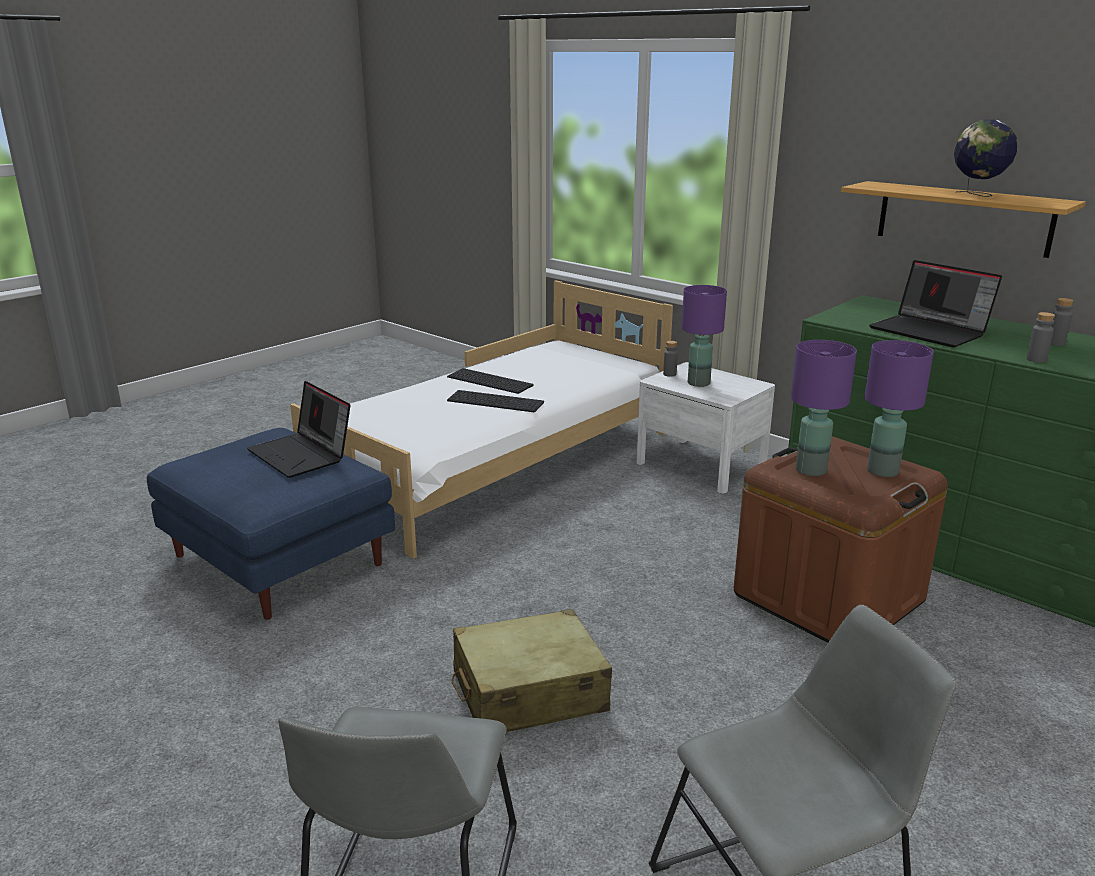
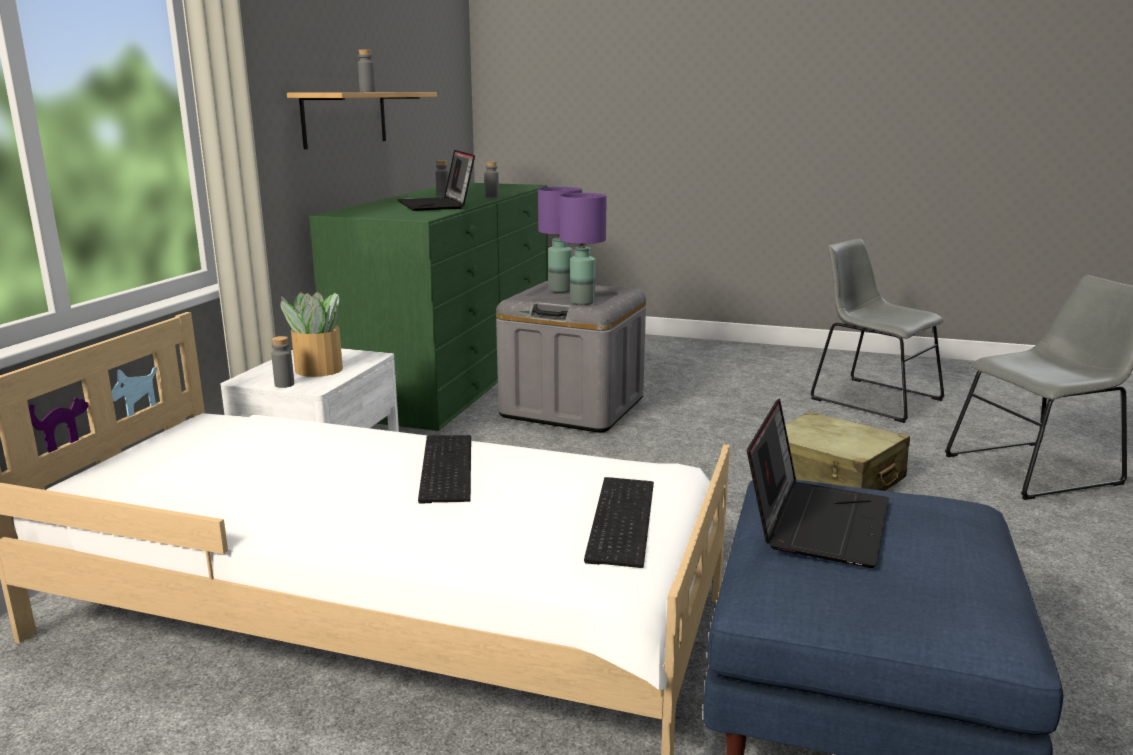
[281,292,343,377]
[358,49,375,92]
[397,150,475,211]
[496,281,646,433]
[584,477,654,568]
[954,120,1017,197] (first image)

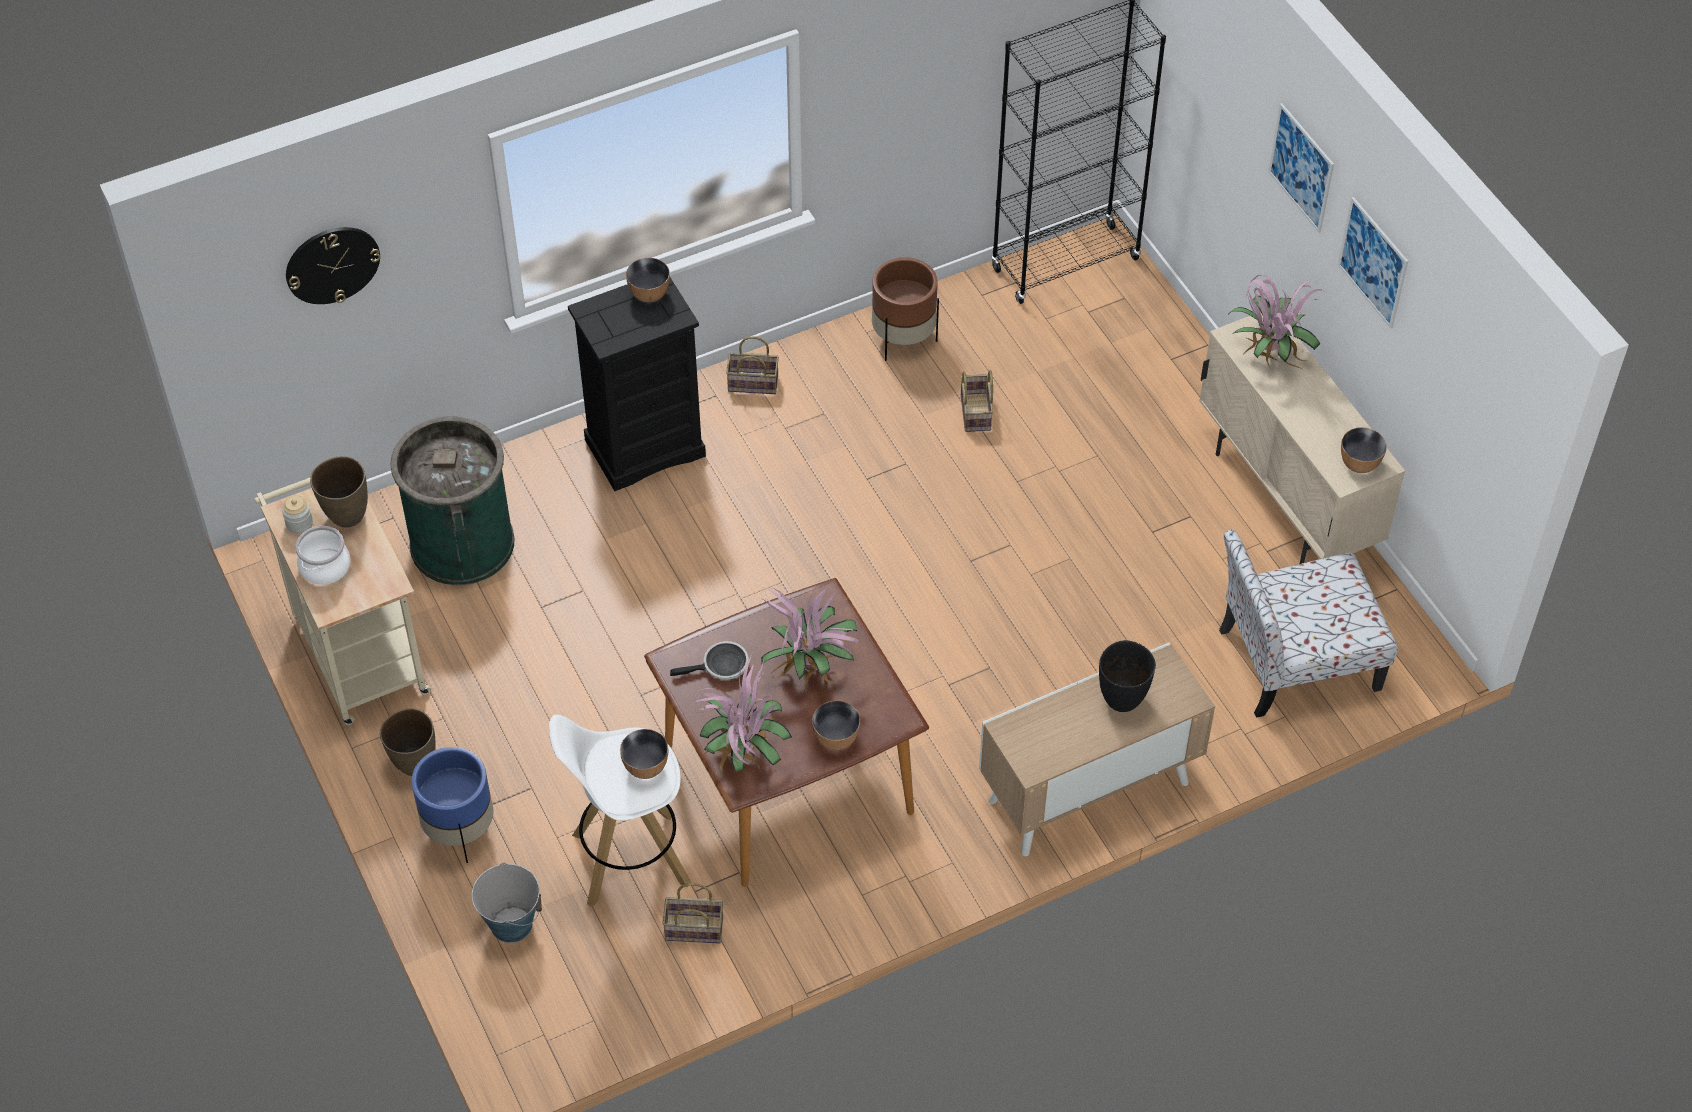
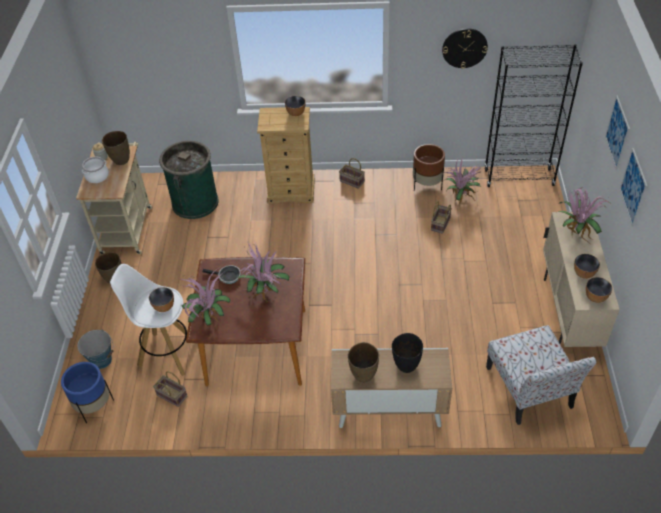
[61,362,114,423]
[257,107,315,204]
[348,342,379,382]
[442,28,488,69]
[444,157,481,209]
[486,325,596,425]
[574,254,600,279]

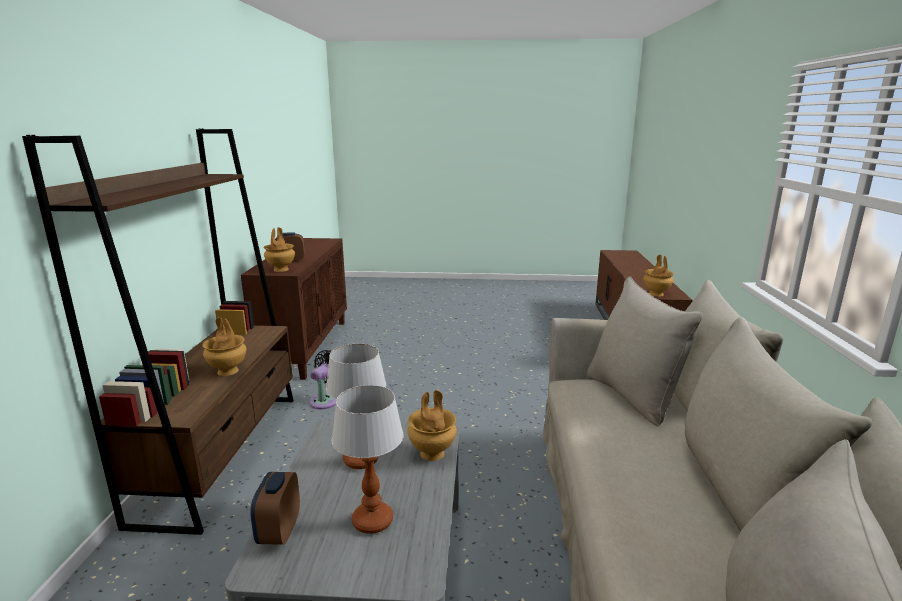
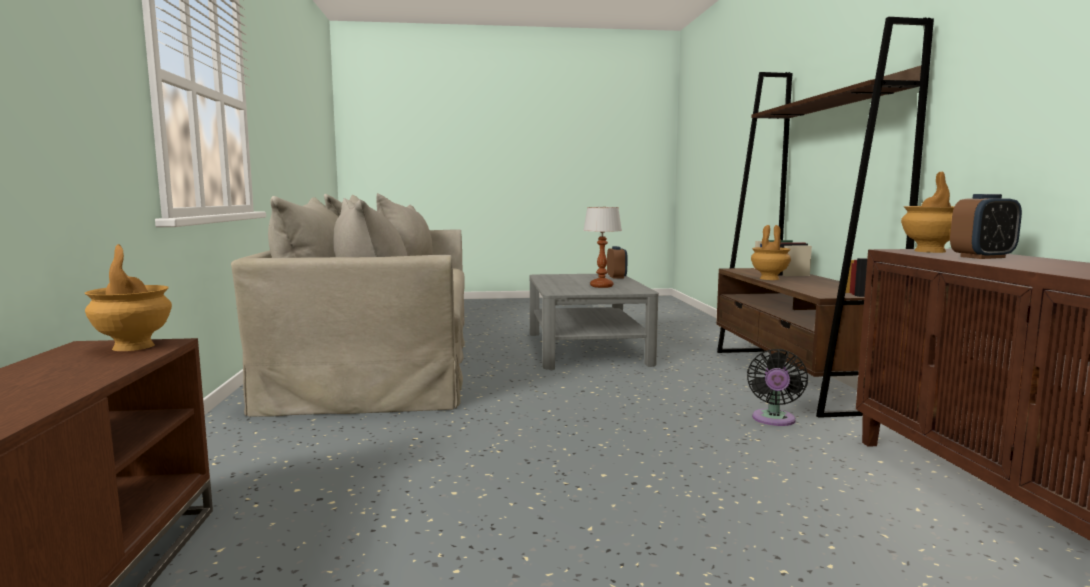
[332,385,403,534] (first image)
[407,390,457,461] (first image)

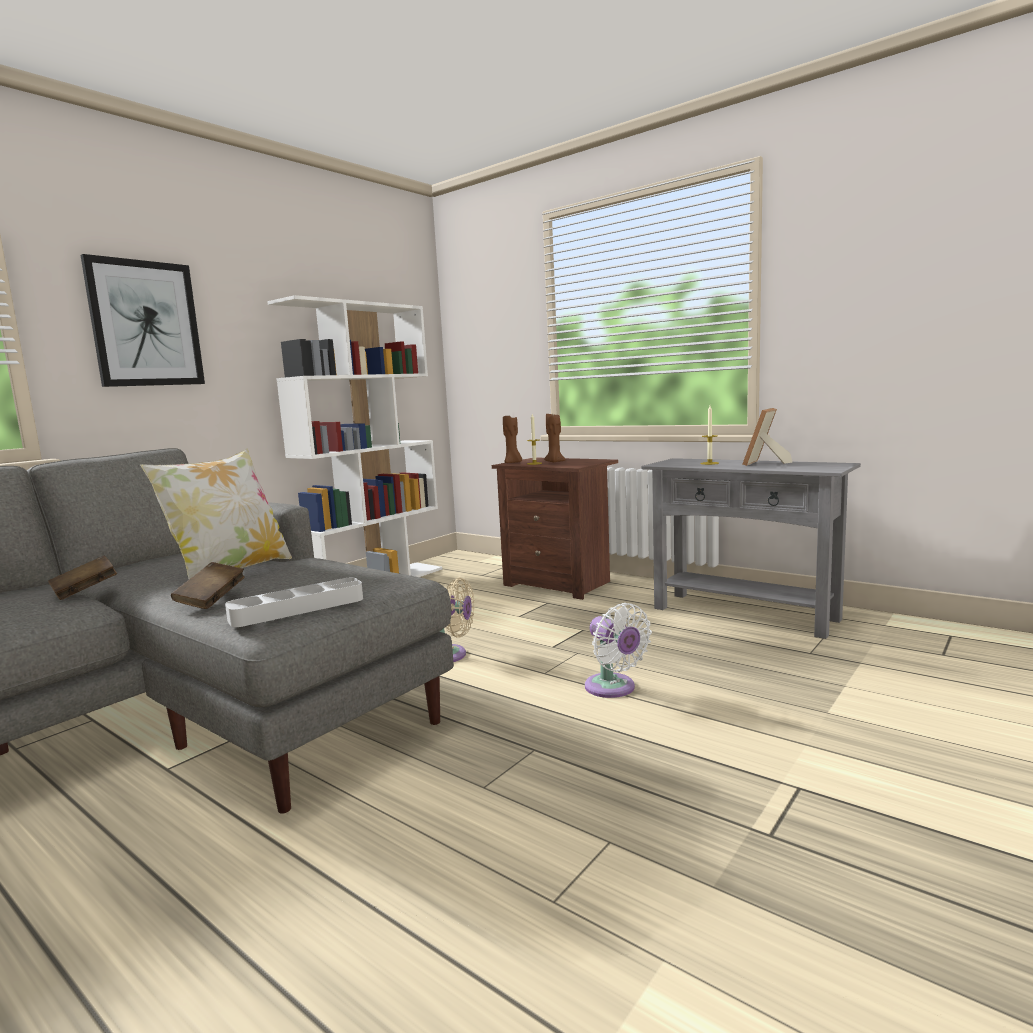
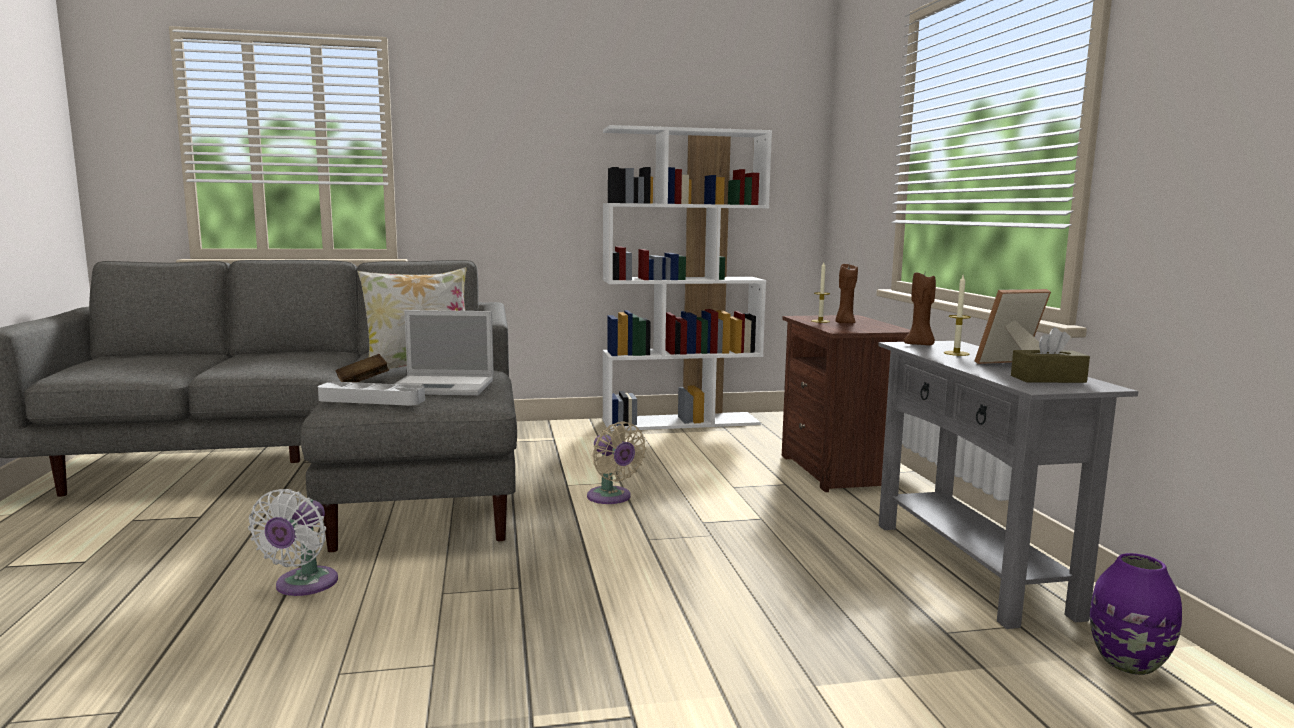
[248,489,338,596]
[395,310,494,395]
[904,272,936,345]
[1011,327,1090,383]
[1090,553,1182,675]
[48,556,117,600] (first image)
[80,254,205,387] (first image)

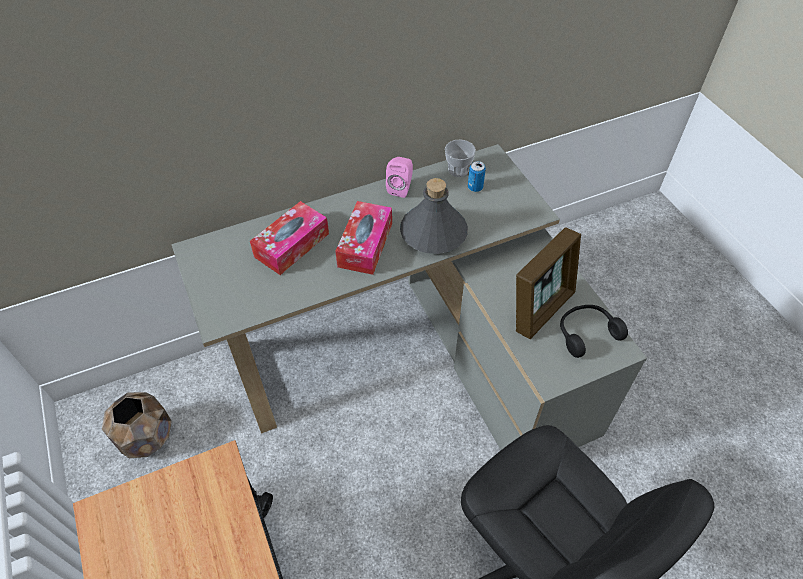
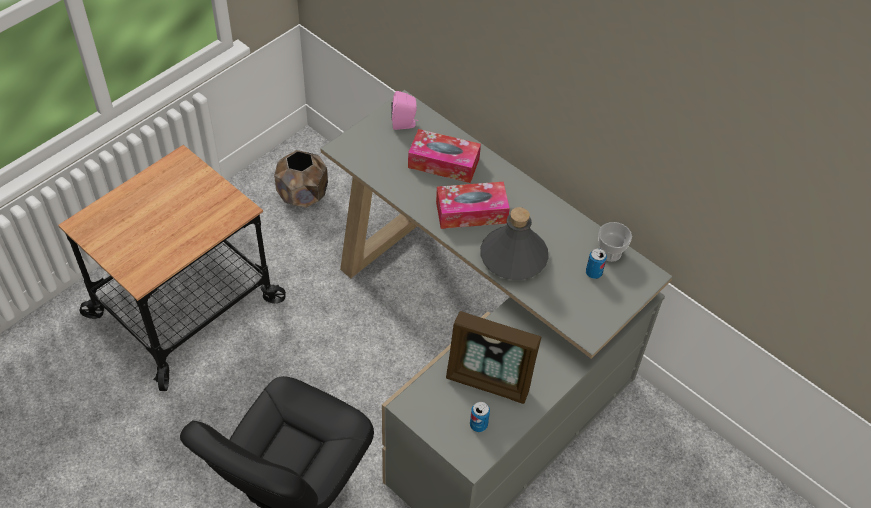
[391,91,418,130]
[470,402,490,432]

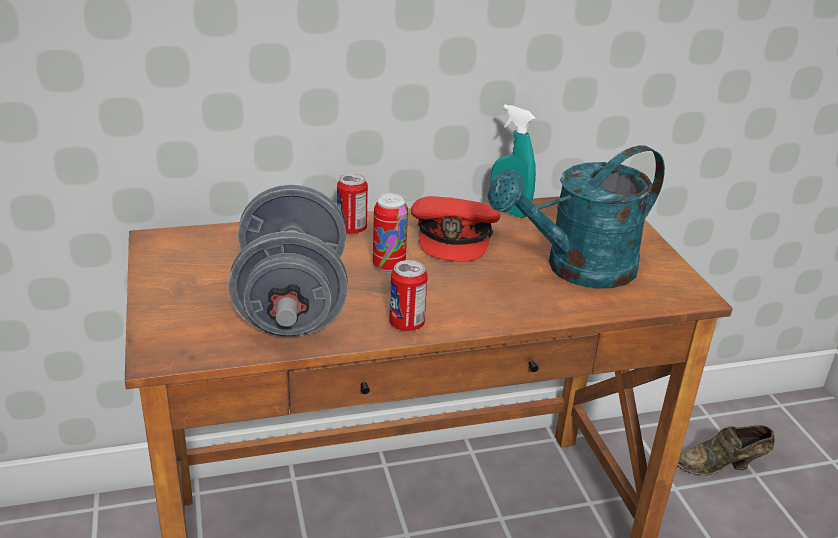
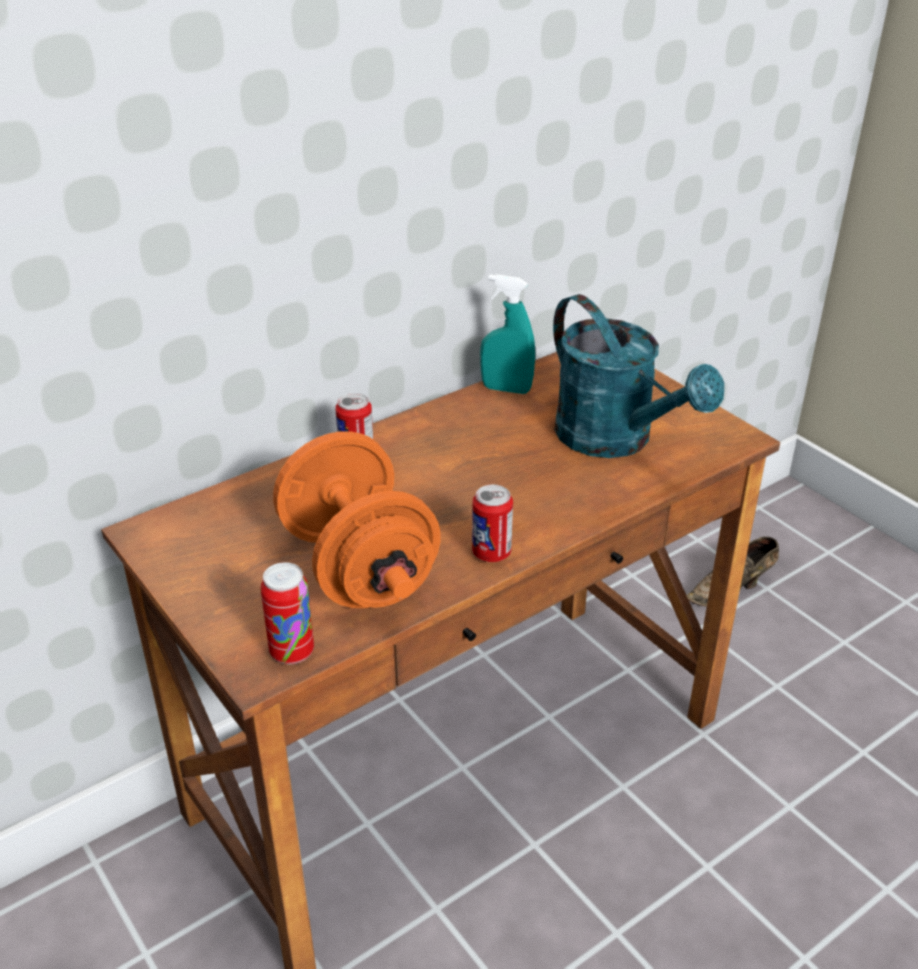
[261,562,314,664]
[273,431,441,608]
[553,294,724,458]
[411,196,500,262] (first image)

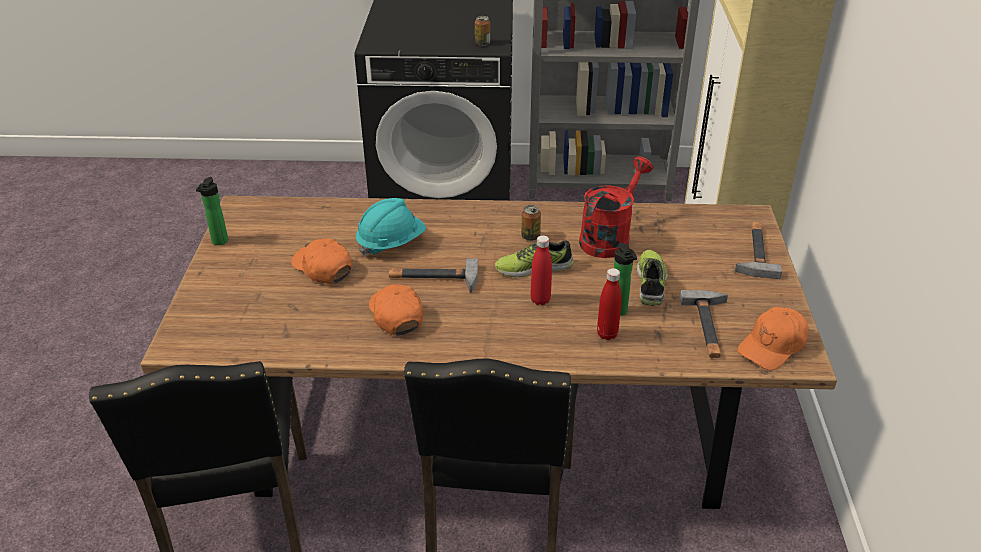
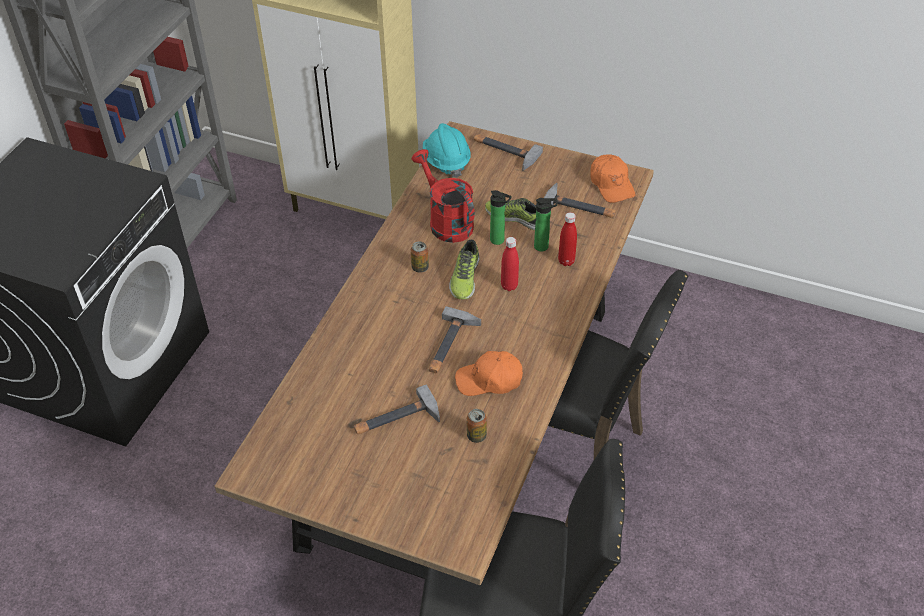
[354,385,440,435]
[423,123,471,178]
[467,409,487,443]
[490,190,512,245]

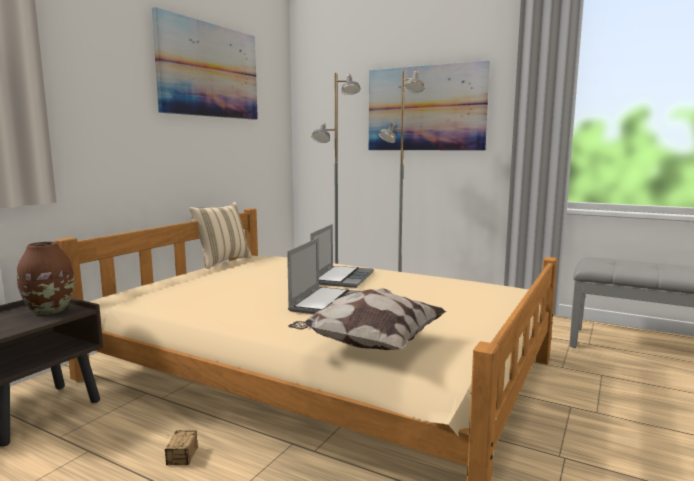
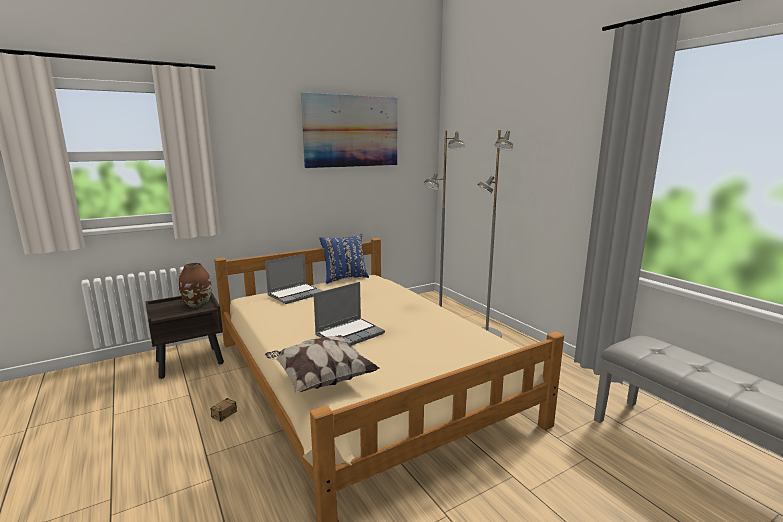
[265,254,322,304]
[319,233,369,284]
[369,60,490,151] (first image)

